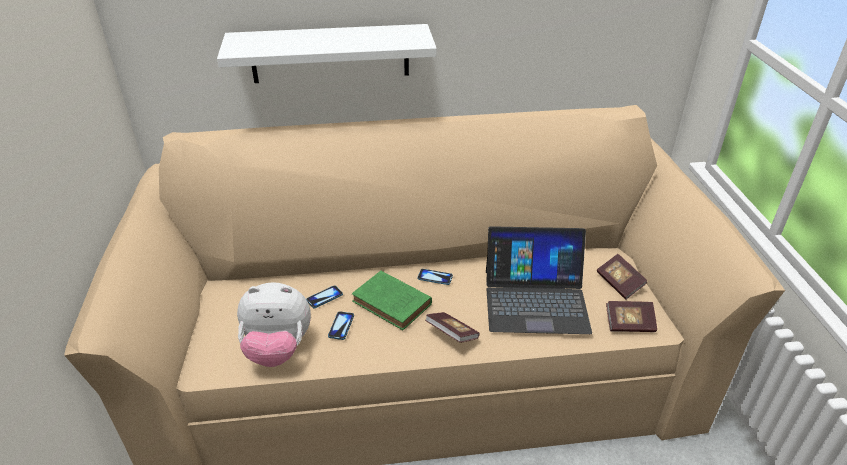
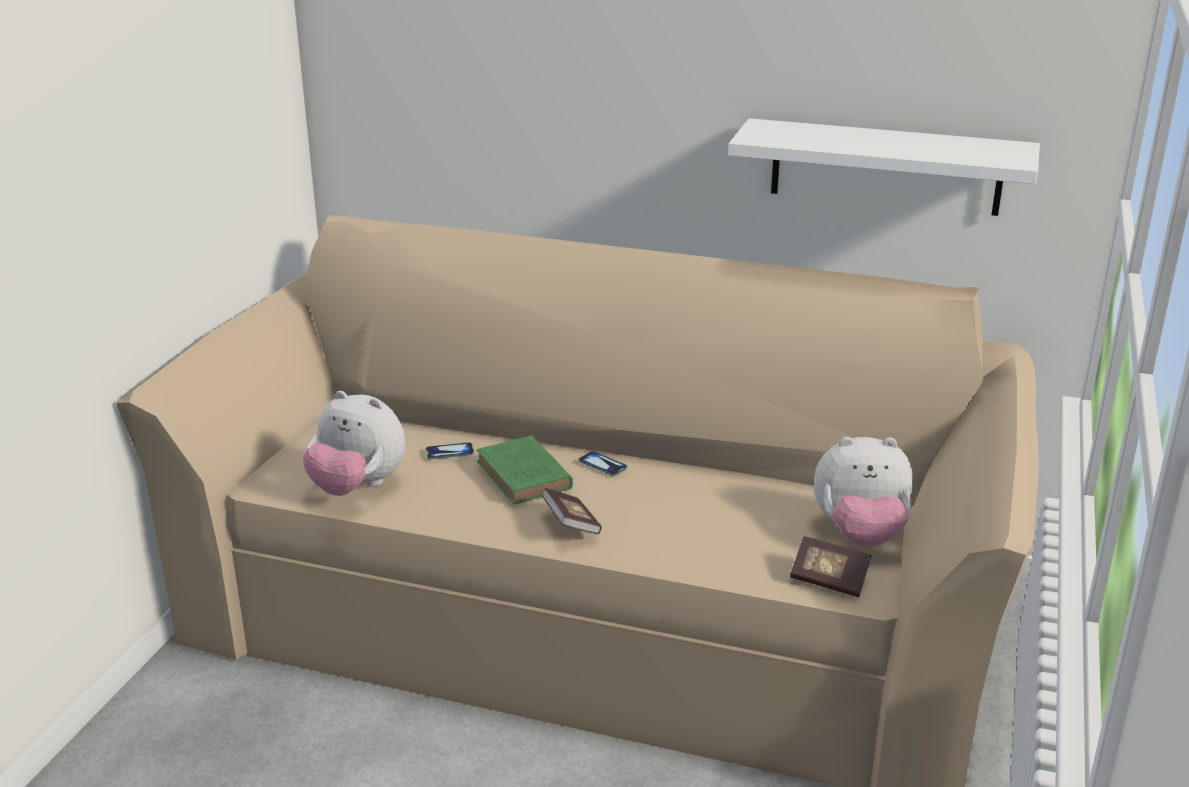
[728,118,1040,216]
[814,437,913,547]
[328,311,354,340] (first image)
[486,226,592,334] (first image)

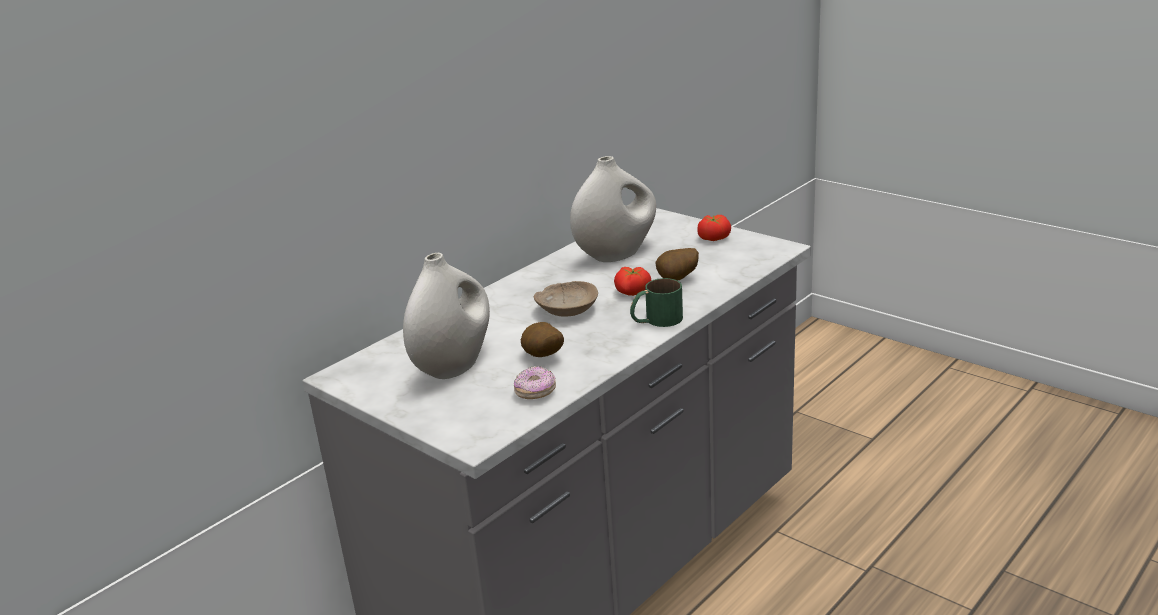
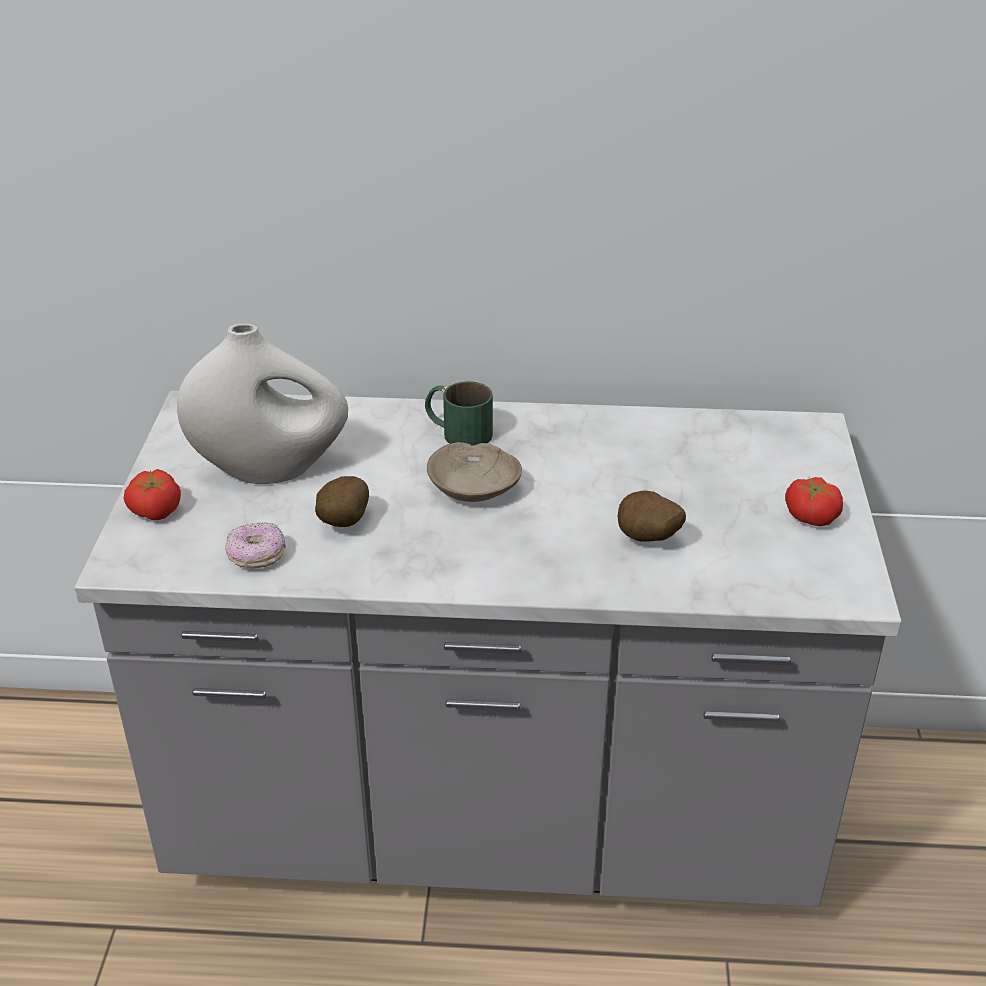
[123,469,181,520]
[425,381,493,445]
[570,156,656,262] (first image)

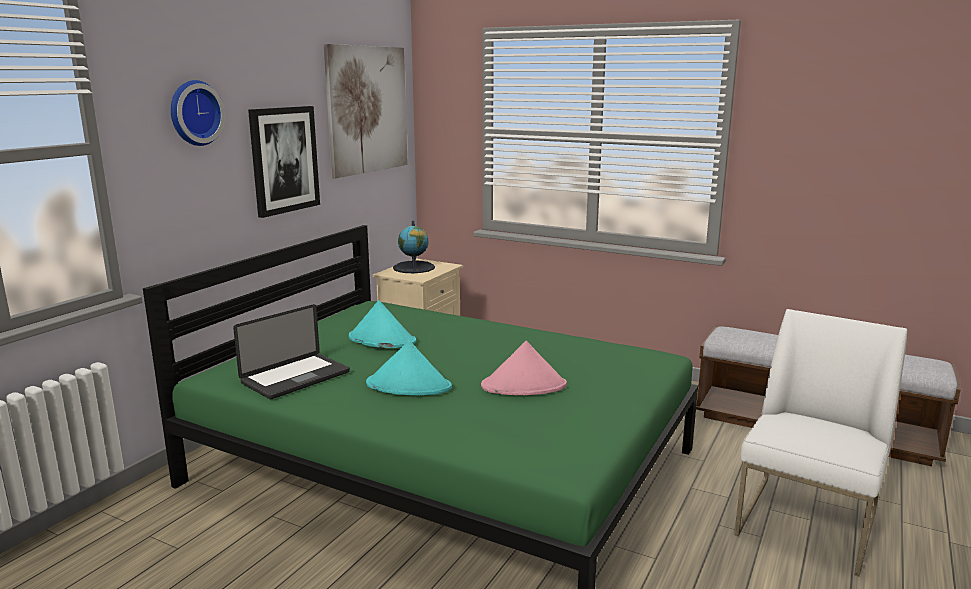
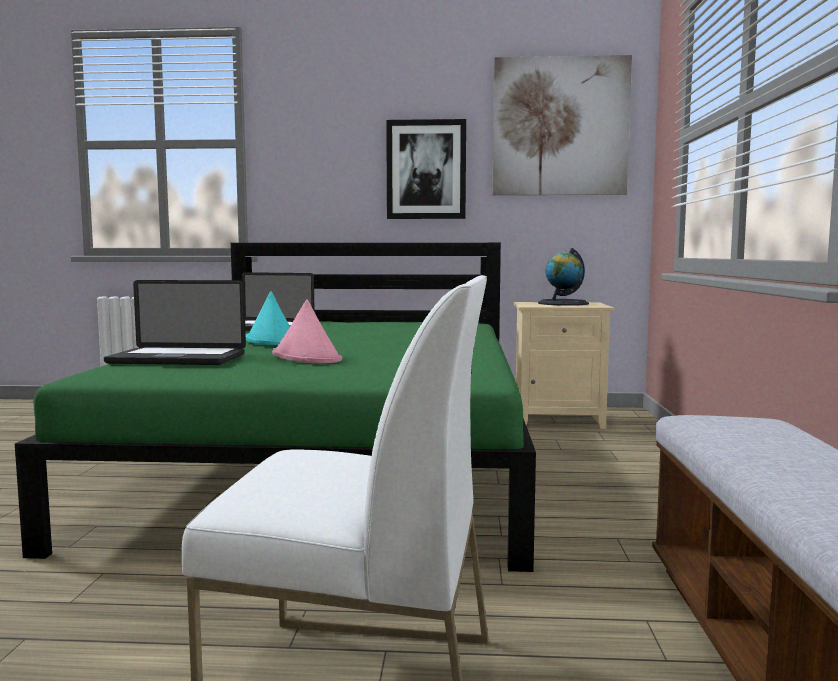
[104,280,246,365]
[171,80,225,146] (first image)
[349,300,416,348] (first image)

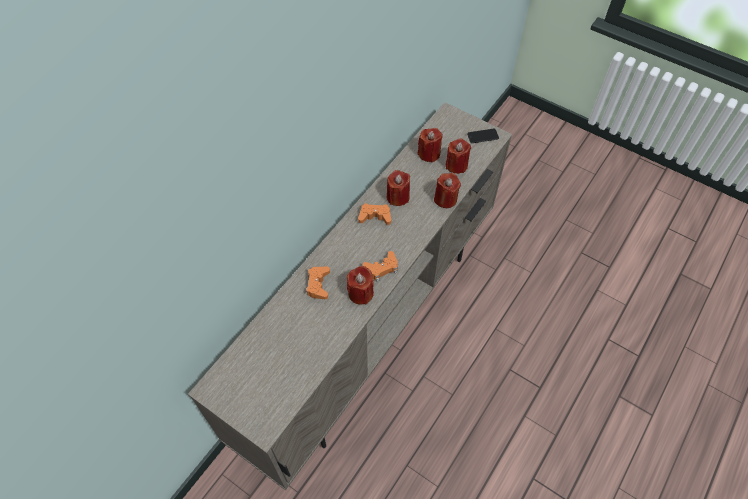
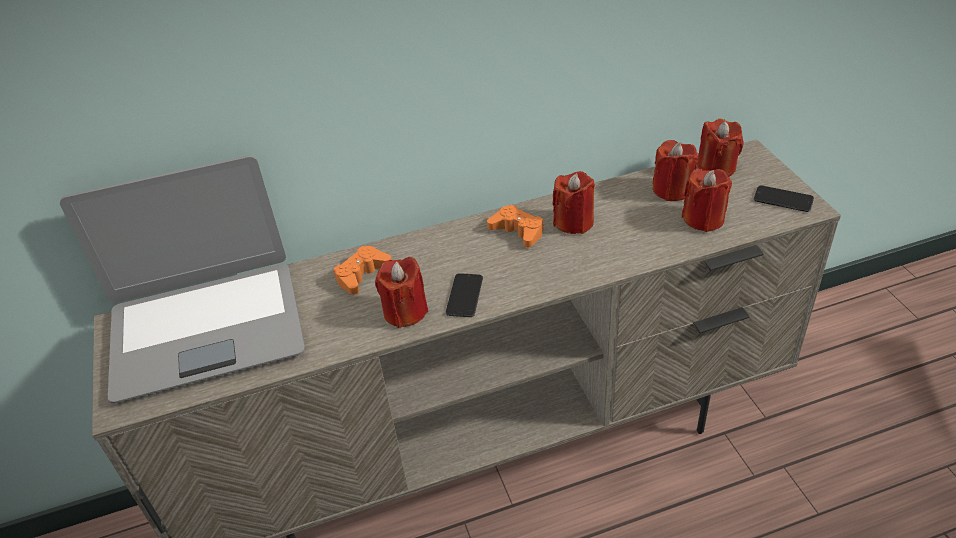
[60,155,305,403]
[446,273,483,317]
[697,119,743,177]

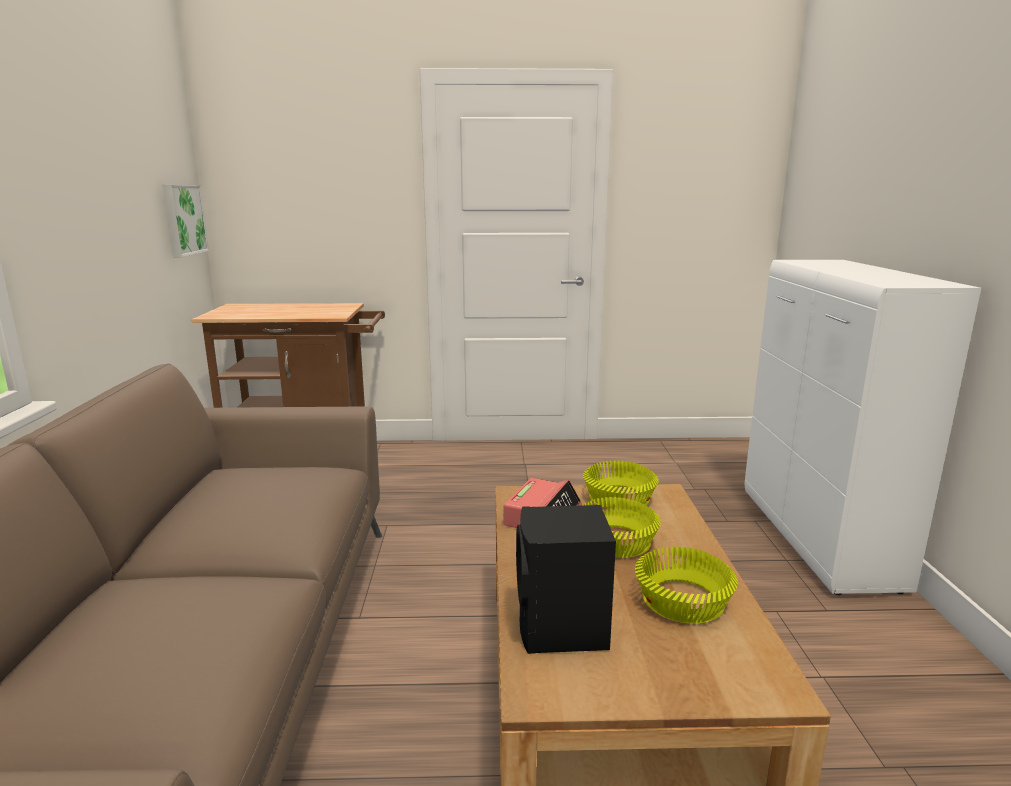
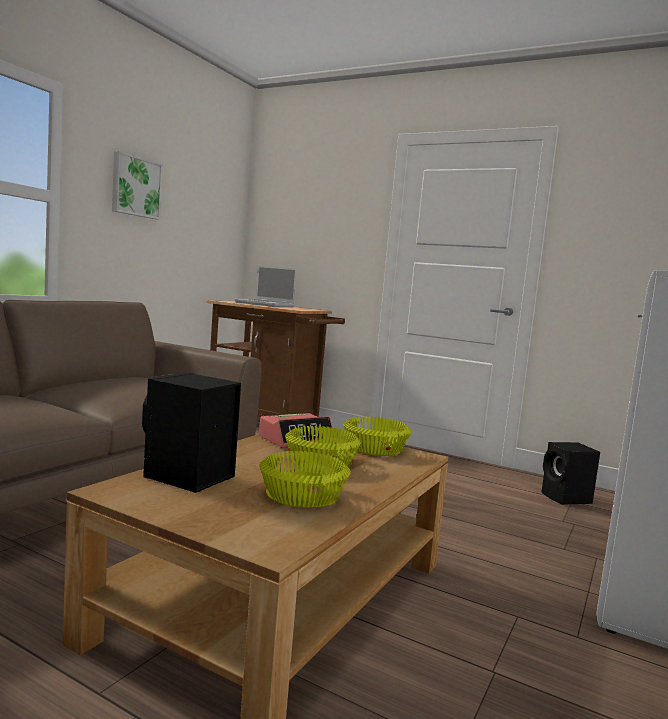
[112,151,163,220]
[235,266,297,307]
[541,442,600,505]

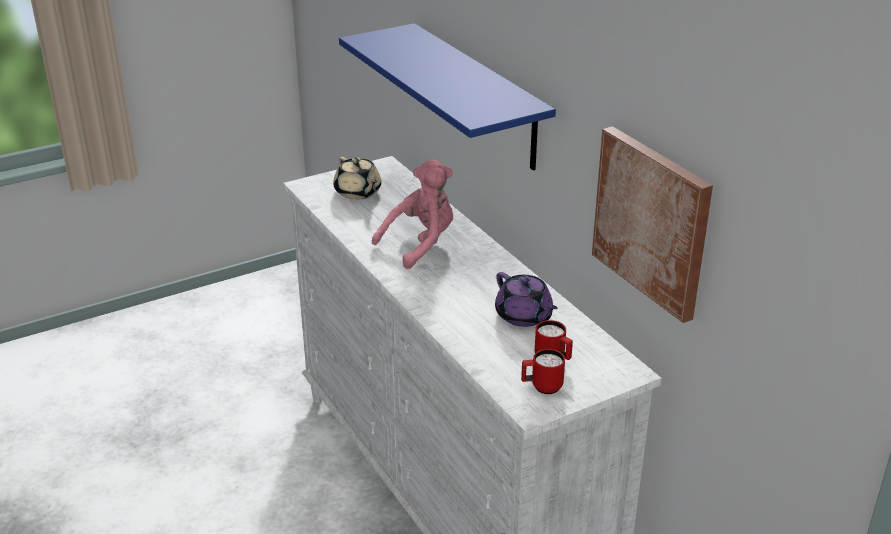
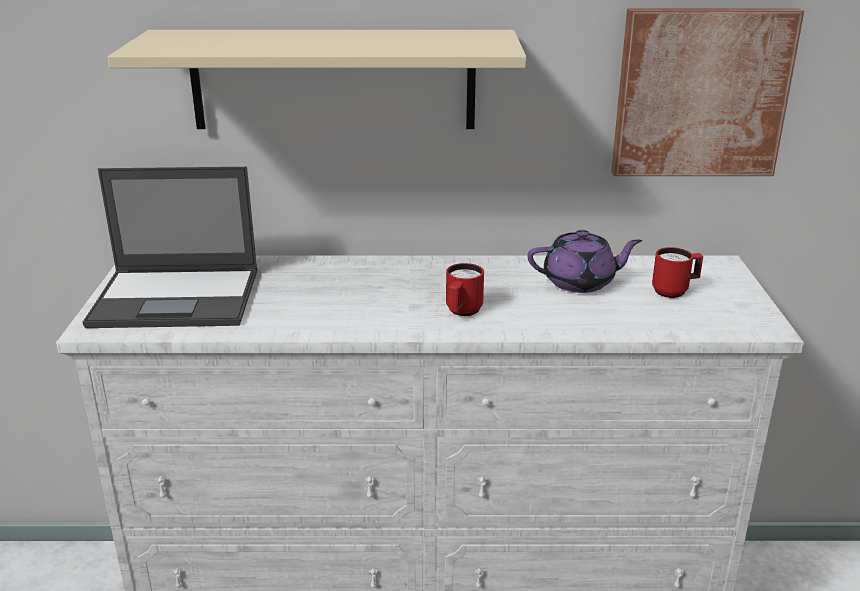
[83,167,258,328]
[107,30,527,129]
[446,263,484,316]
[372,160,453,269] (first image)

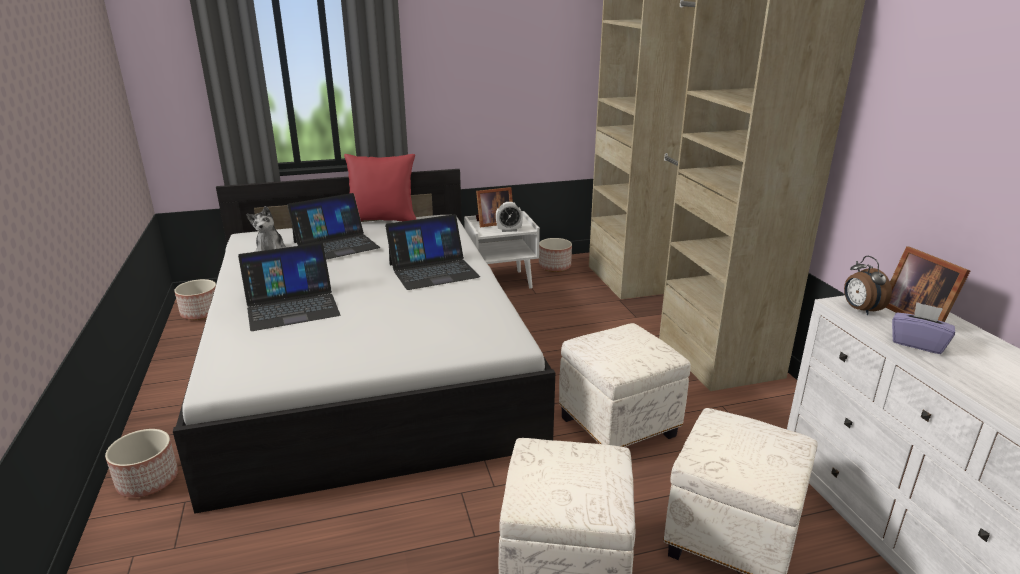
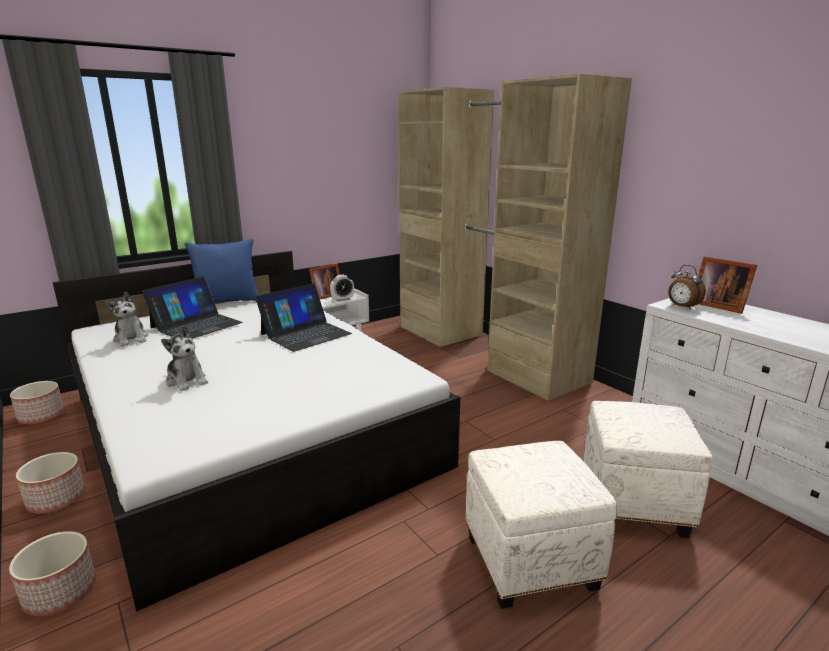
[16,452,85,513]
[161,326,208,391]
[185,239,260,303]
[559,323,691,447] (first image)
[892,302,955,354] (first image)

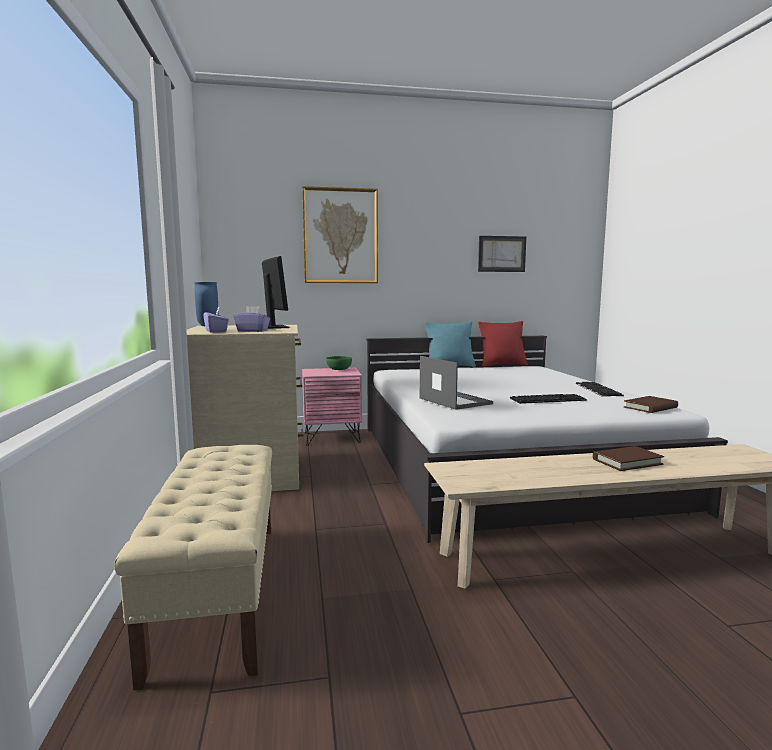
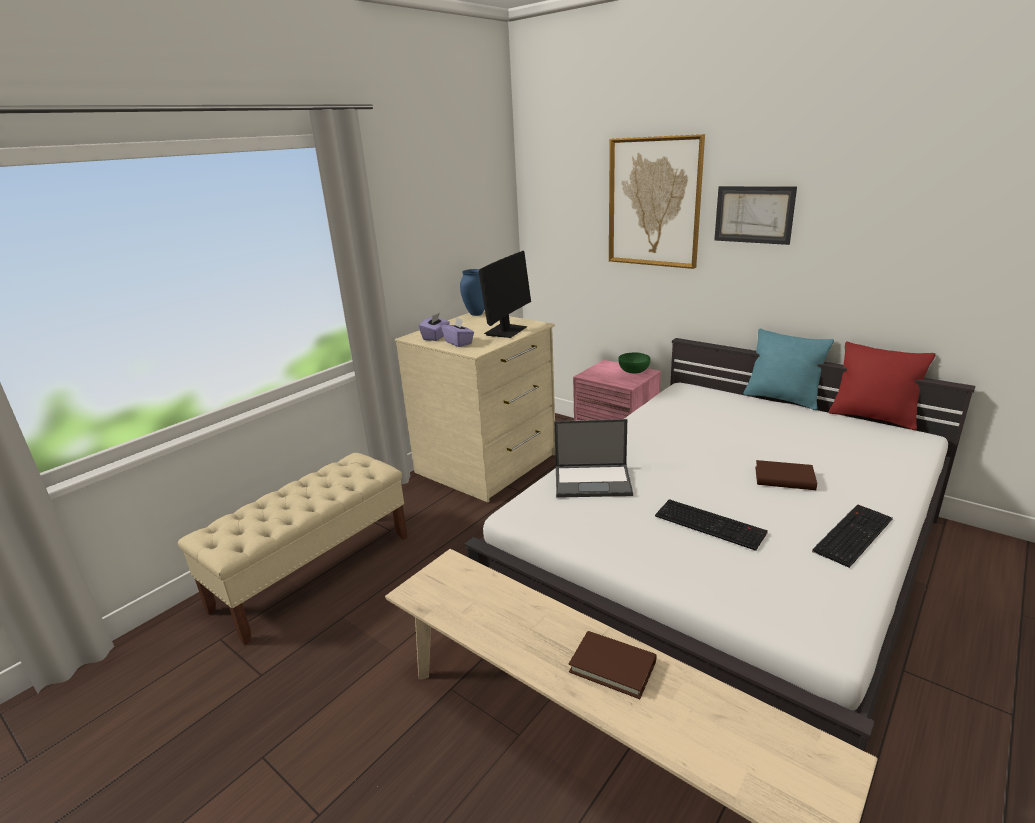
[554,419,633,498]
[714,186,797,245]
[755,460,817,490]

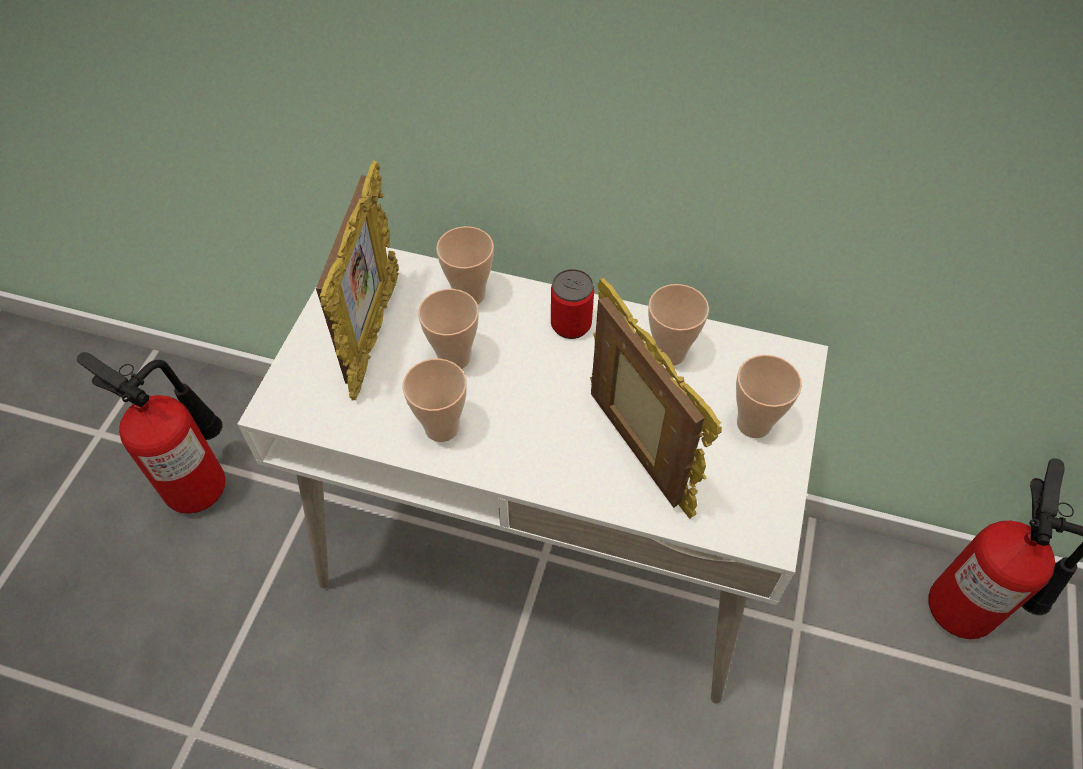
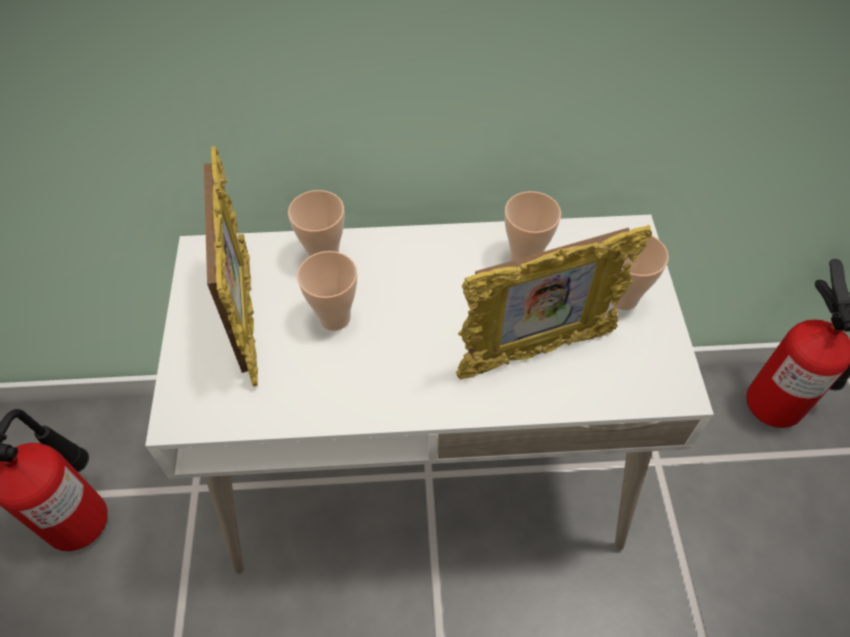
[456,225,652,380]
[403,358,467,442] (first image)
[551,269,594,339] (first image)

